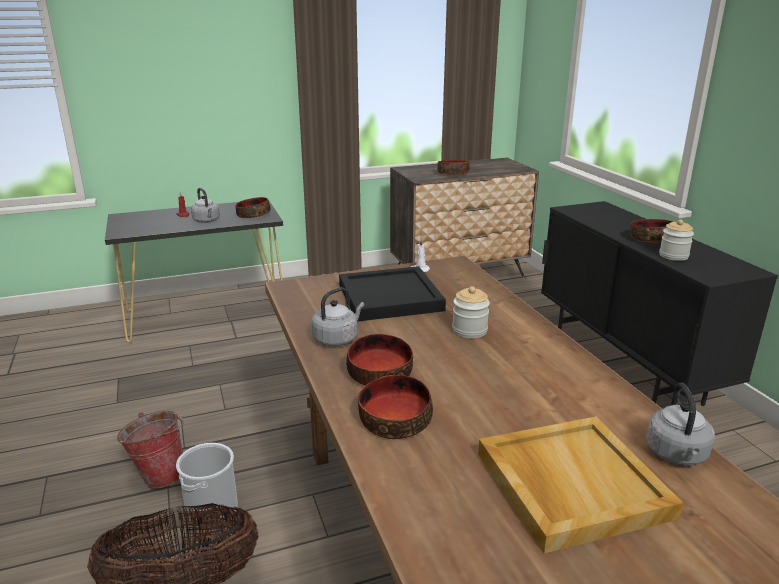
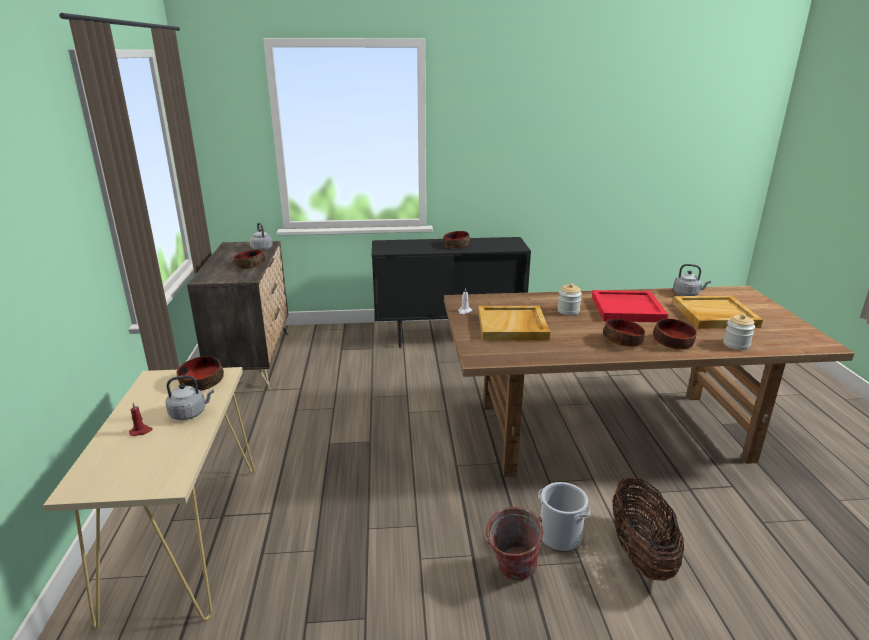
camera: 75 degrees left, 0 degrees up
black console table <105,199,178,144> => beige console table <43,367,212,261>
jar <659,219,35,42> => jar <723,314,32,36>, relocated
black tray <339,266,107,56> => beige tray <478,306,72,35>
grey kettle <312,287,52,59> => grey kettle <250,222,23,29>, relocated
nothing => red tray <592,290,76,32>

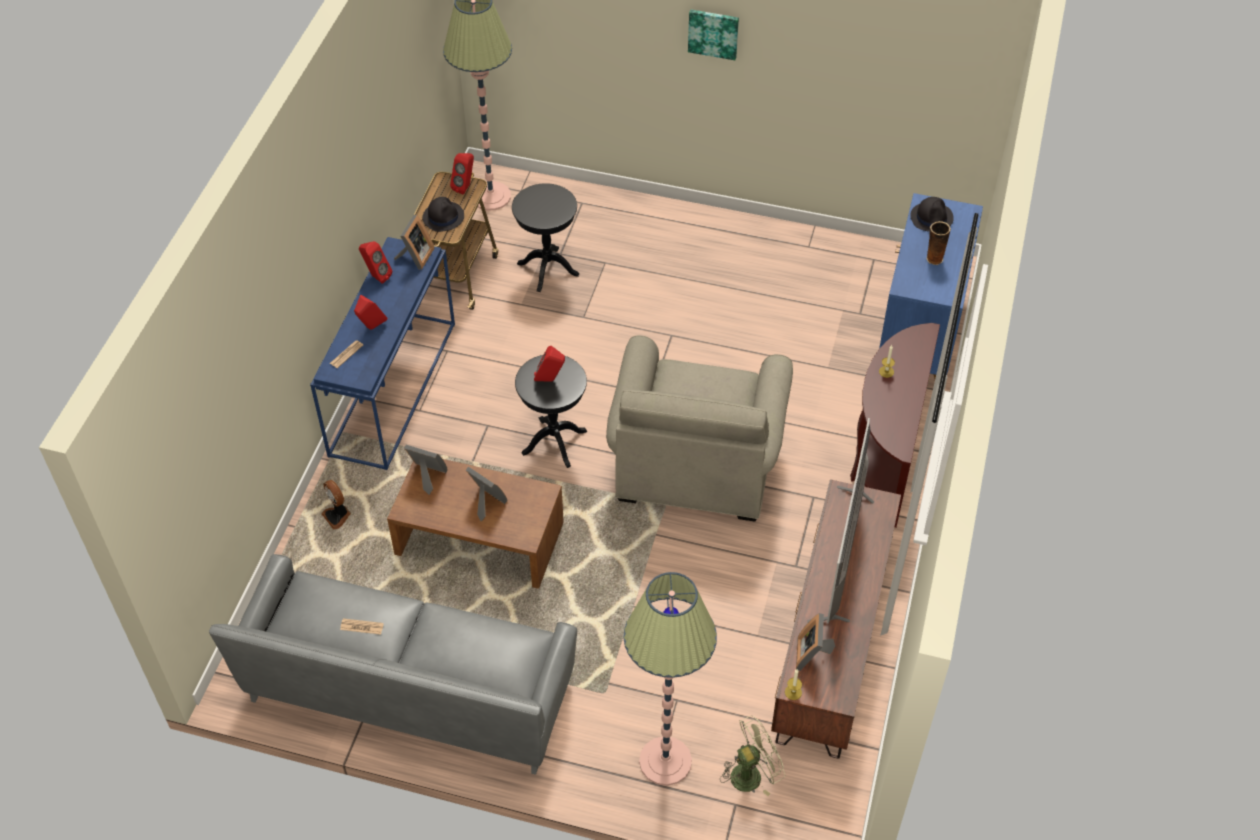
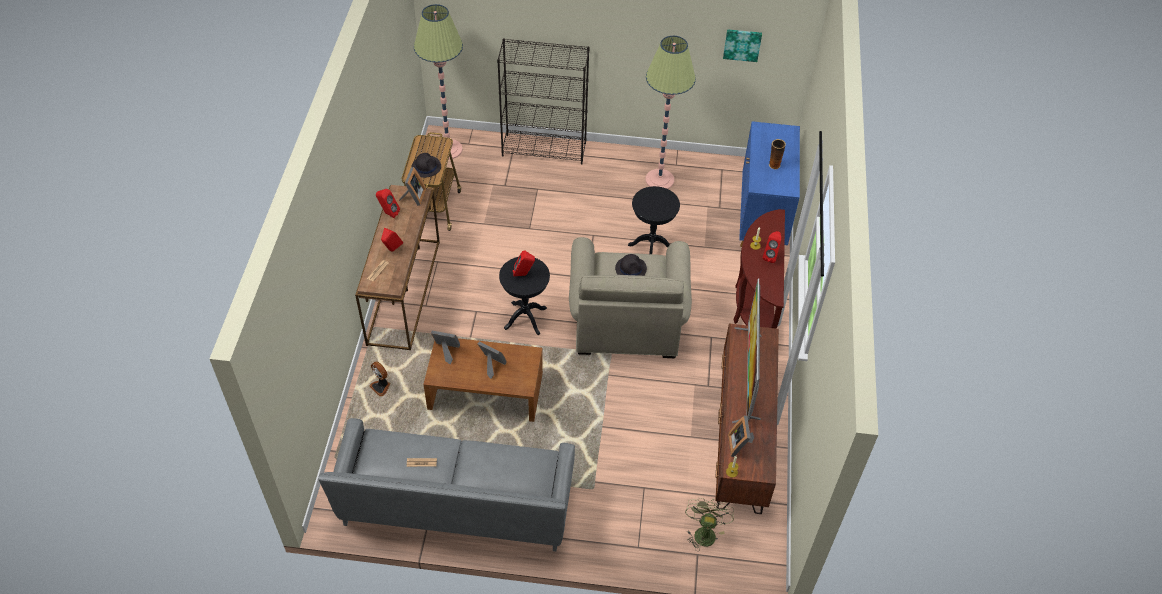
camera: 10 degrees left, 0 degrees up
picture <688,9,51,51> => picture <723,29,39,33>, relocated
red speaker <450,153,24,41> => red speaker <763,231,18,32>, relocated
black side table <512,183,67,109> => black side table <628,186,52,68>, relocated
black hat <910,197,44,35> => black hat <615,254,32,22>, relocated
blue console table <310,237,145,233> => brown console table <355,185,85,165>
floor lamp <624,572,93,214> => floor lamp <646,36,50,153>, relocated
green fan <720,716,65,80> => green fan <685,498,49,53>, 45 degrees counterclockwise
nothing => black bookcase <497,38,93,127>

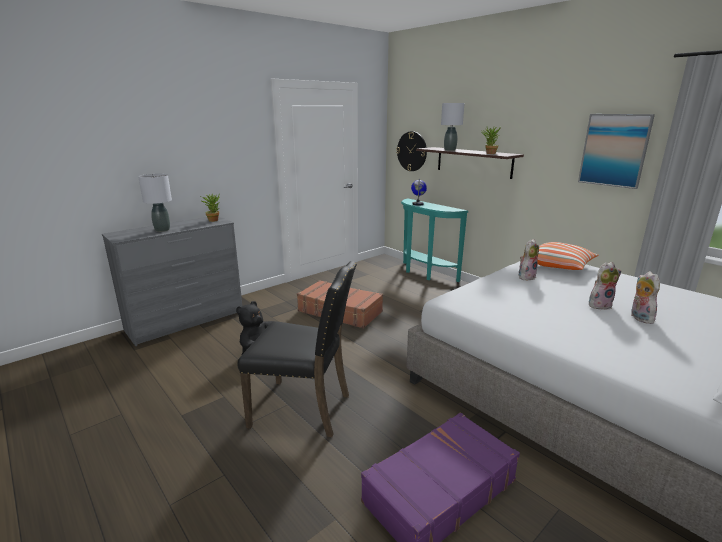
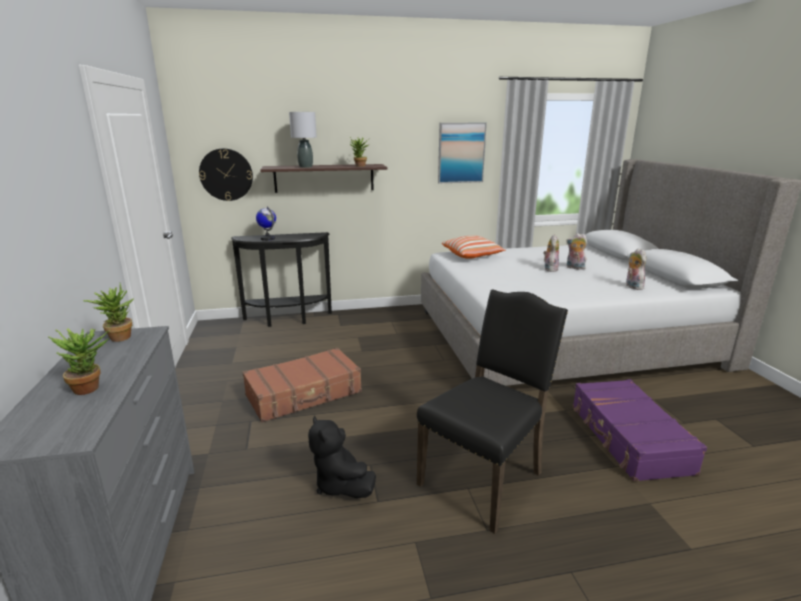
camera: 60 degrees left, 0 degrees up
grey table lamp <138,174,34,58> => potted plant <49,329,61,66>
turquoise console table <401,198,67,84> => black console table <231,232,101,95>
plush toy <519,239,20,42> => plush toy <626,248,20,42>, relocated

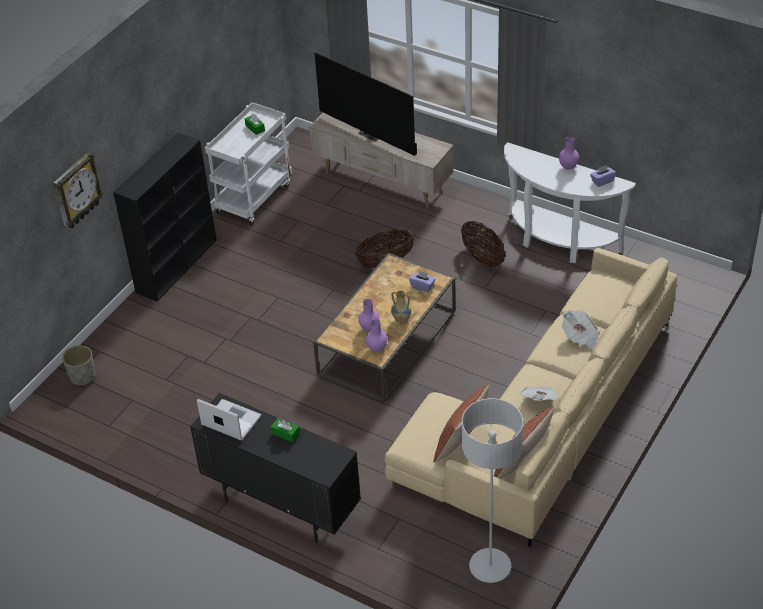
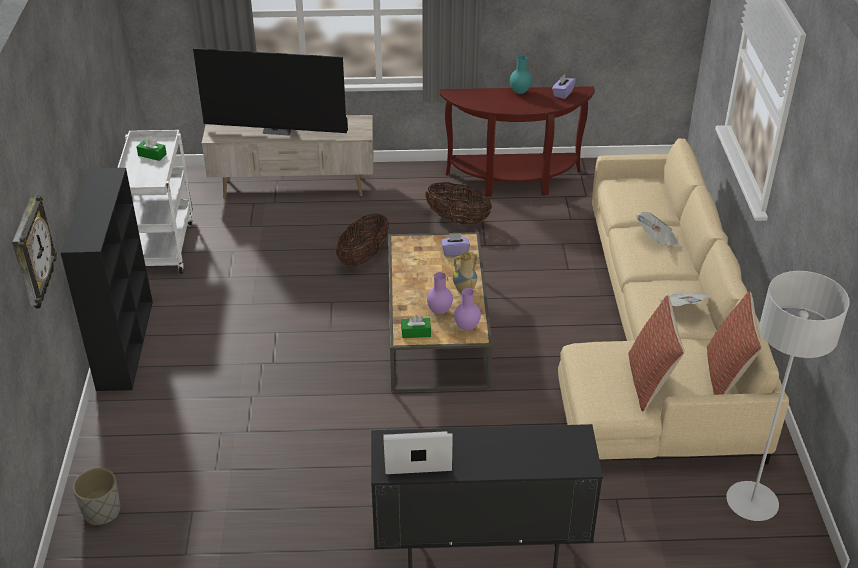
camera: 35 degrees left, 5 degrees down
purple vase <559,137,20,33> => turquoise vase <510,55,22,39>
white console table <504,142,132,121> => brown console table <440,86,155,111>
green tissue box <271,418,29,24> => green tissue box <401,315,30,23>, relocated

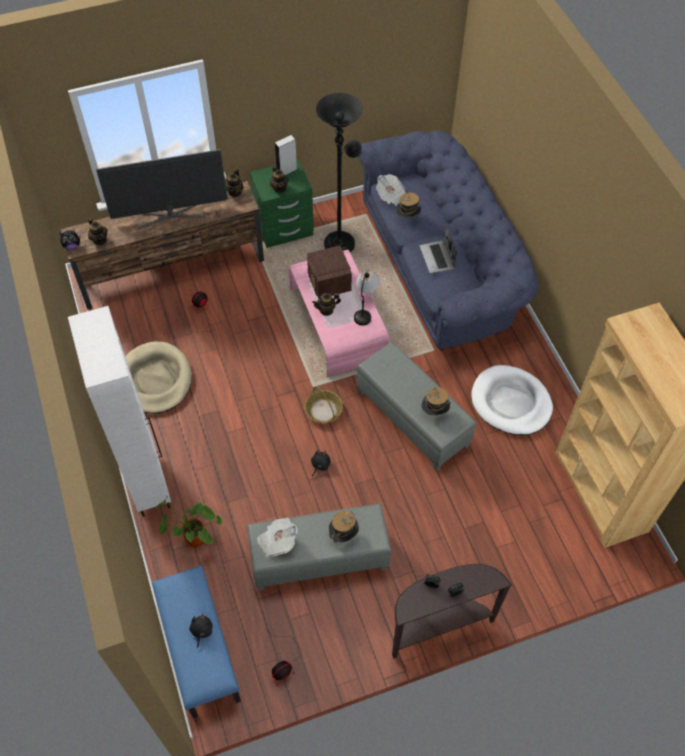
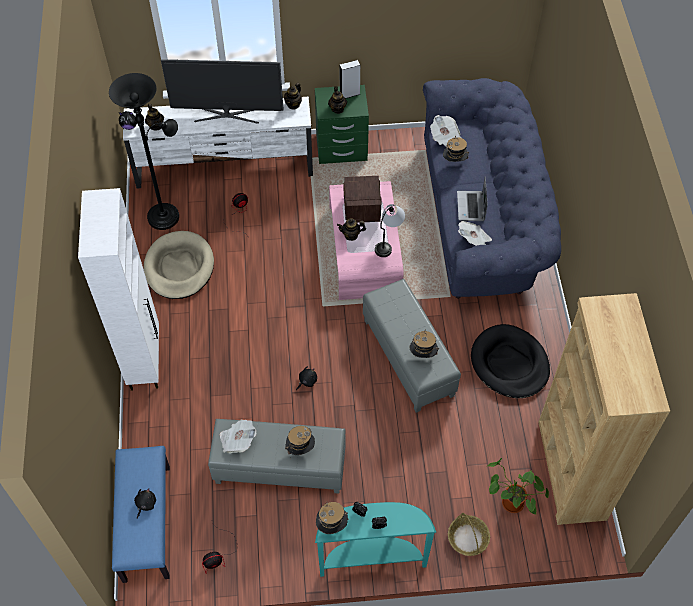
camera: 15 degrees right, 0 degrees up
black floor lamp <316,93,47,160> => black floor lamp <109,73,70,157>, relocated
brown tv stand <61,181,203,128> => white tv stand <123,97,190,92>
white dog bed <471,365,82,70> => black dog bed <471,324,79,74>
basket <305,386,38,37> => basket <448,513,42,43>, relocated
potted plant <155,497,68,51> => potted plant <486,458,63,56>, relocated
brown console table <392,564,121,95> => turquoise console table <315,502,121,75>
nothing => newspaper <458,221,34,25>
nothing => hat <316,501,32,33>

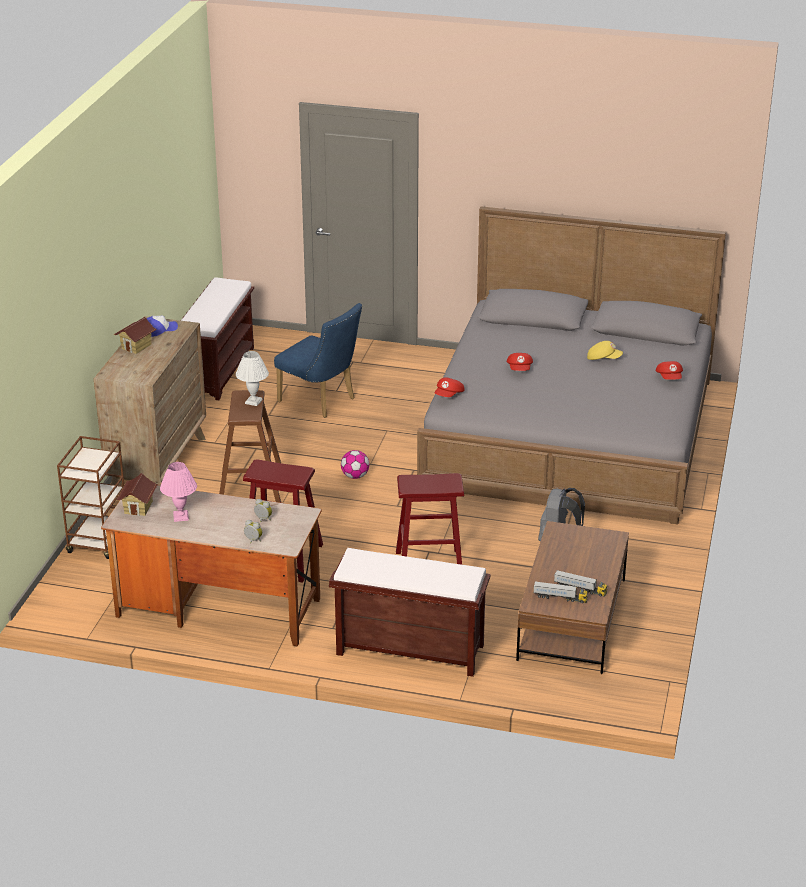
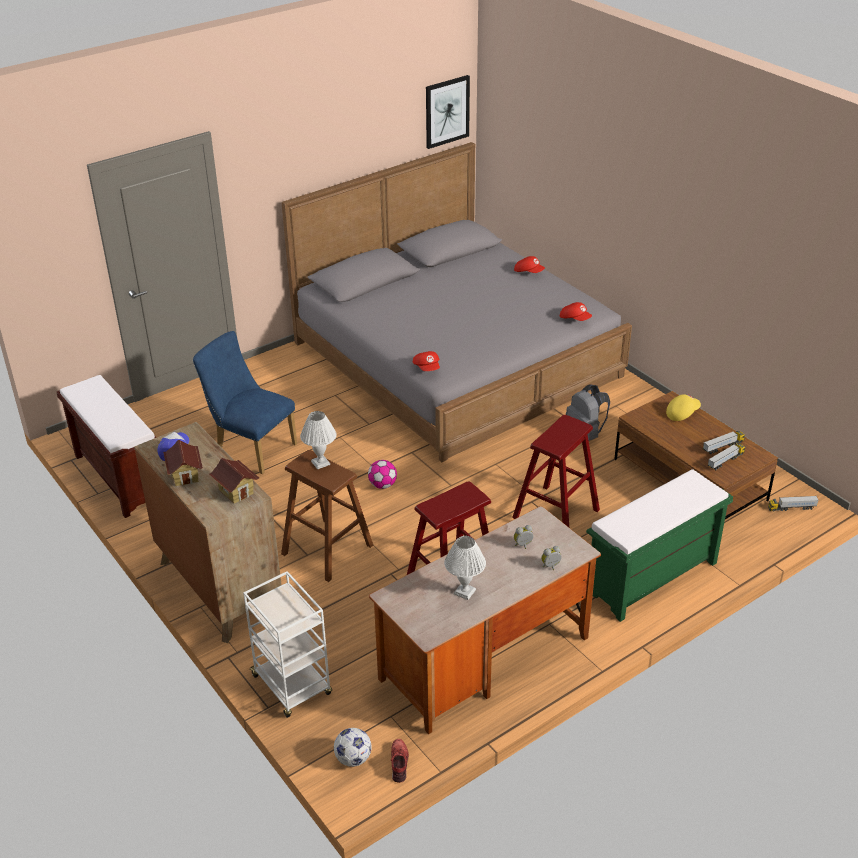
camera: 50 degrees left, 5 degrees up
blue chair <274,303,88,115> => blue chair <193,331,104,143>, 135 degrees counterclockwise
yellow cap <587,341,36,19> => yellow cap <666,394,35,27>, relocated
red cap <507,353,26,18> => red cap <560,302,32,19>, relocated
brown cart <57,436,67,123> => white cart <243,571,89,147>
pink table lamp <160,462,37,60> => white table lamp <444,536,42,64>
toy house <116,473,42,43> => toy house <209,458,50,45>, relocated
brown bench <329,548,162,129> => green bench <586,469,147,153>
nothing => picture <426,75,44,74>
nothing => toy truck <768,496,51,15>
nothing => football <334,728,38,39>
nothing => red shoe <391,739,18,44>

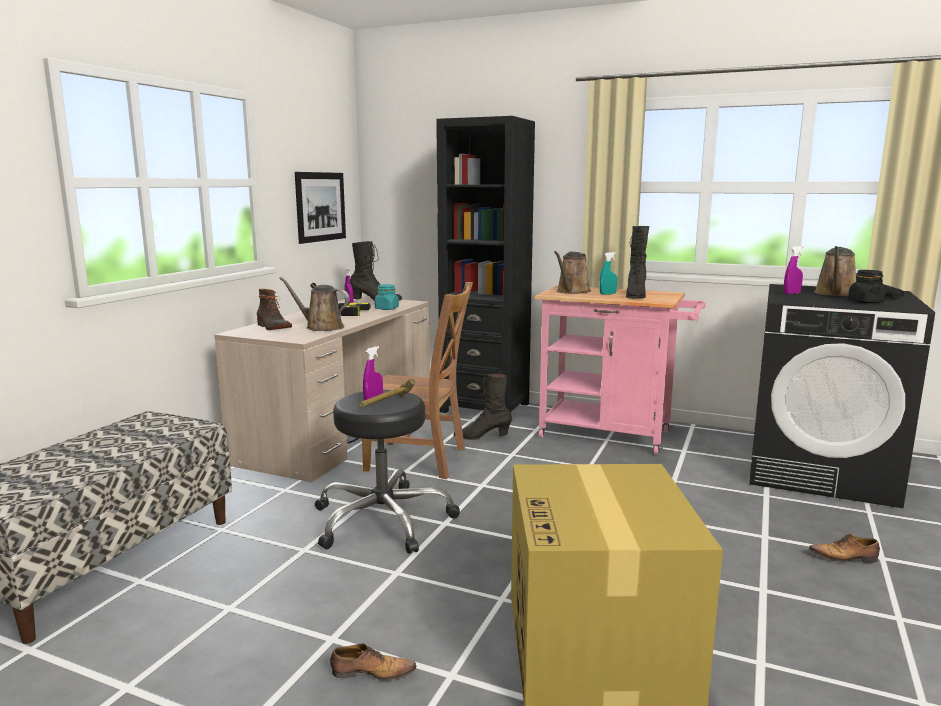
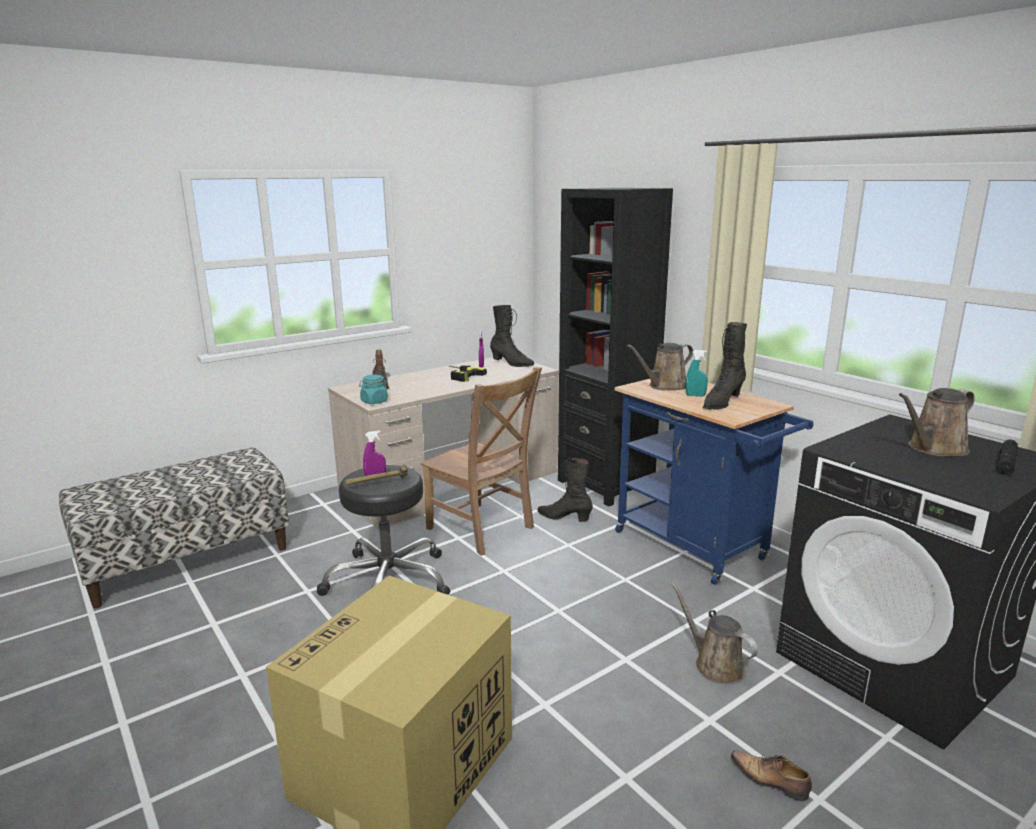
camera: 30 degrees right, 5 degrees up
picture <295,172,51,72> => nothing
purple spray bottle <784,246,20,48> => nothing
black jar <848,270,38,33> => nothing
brown watering can <279,277,71,54> => brown watering can <671,583,87,101>, relocated
turquoise jar <375,284,24,26> => turquoise jar <359,375,29,29>, relocated
pink cart <535,285,171,170> => blue cart <615,377,198,208>
shoe <330,643,86,38> => nothing

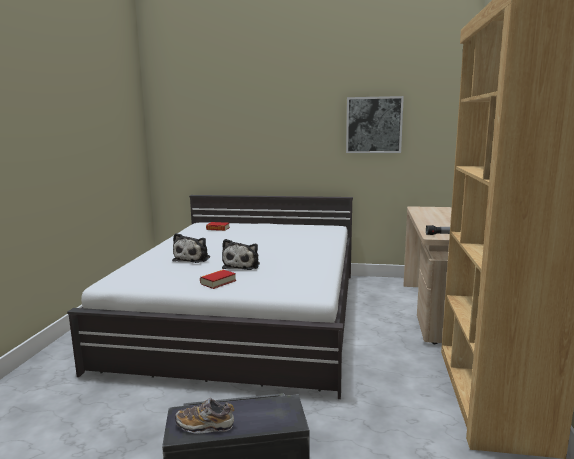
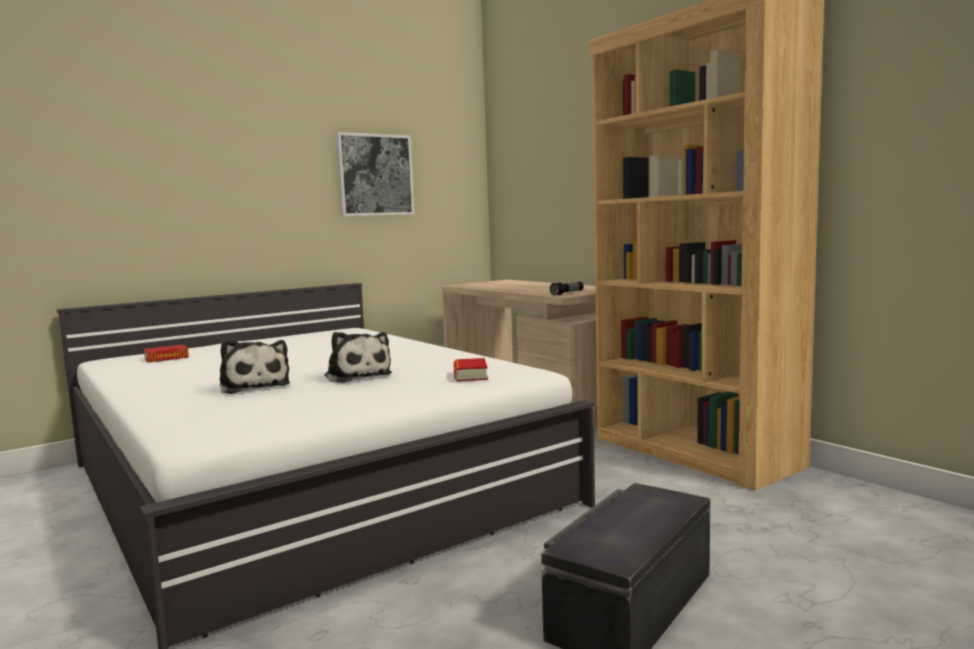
camera: 45 degrees left, 5 degrees down
book <200,270,36,19> => book <453,358,35,23>, relocated
shoe <175,398,60,36> => nothing

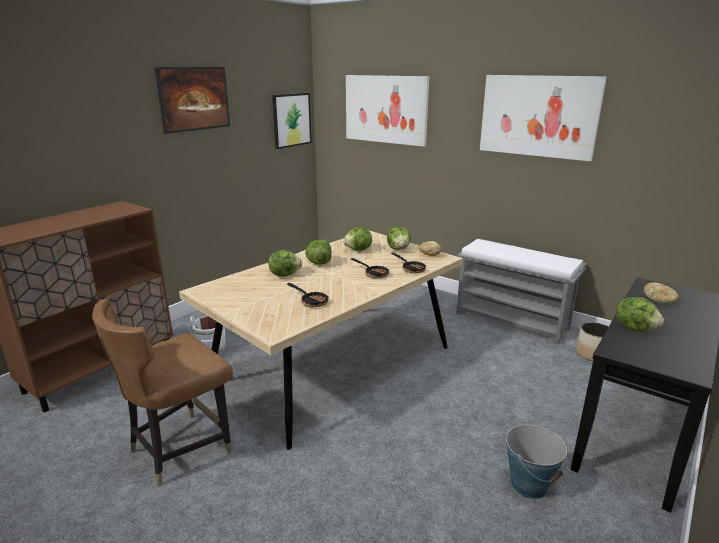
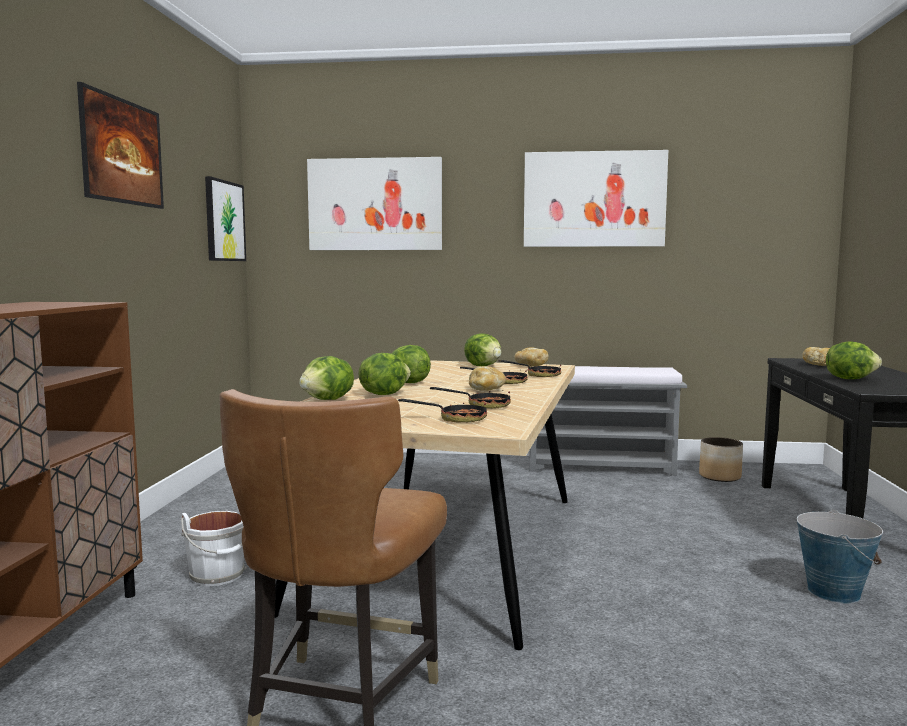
camera: 30 degrees left, 15 degrees down
lettuce <343,227,29,24> => lettuce <299,356,55,44>, relocated
nothing => bread <469,366,37,25>
nothing => frying pan <398,399,89,23>

